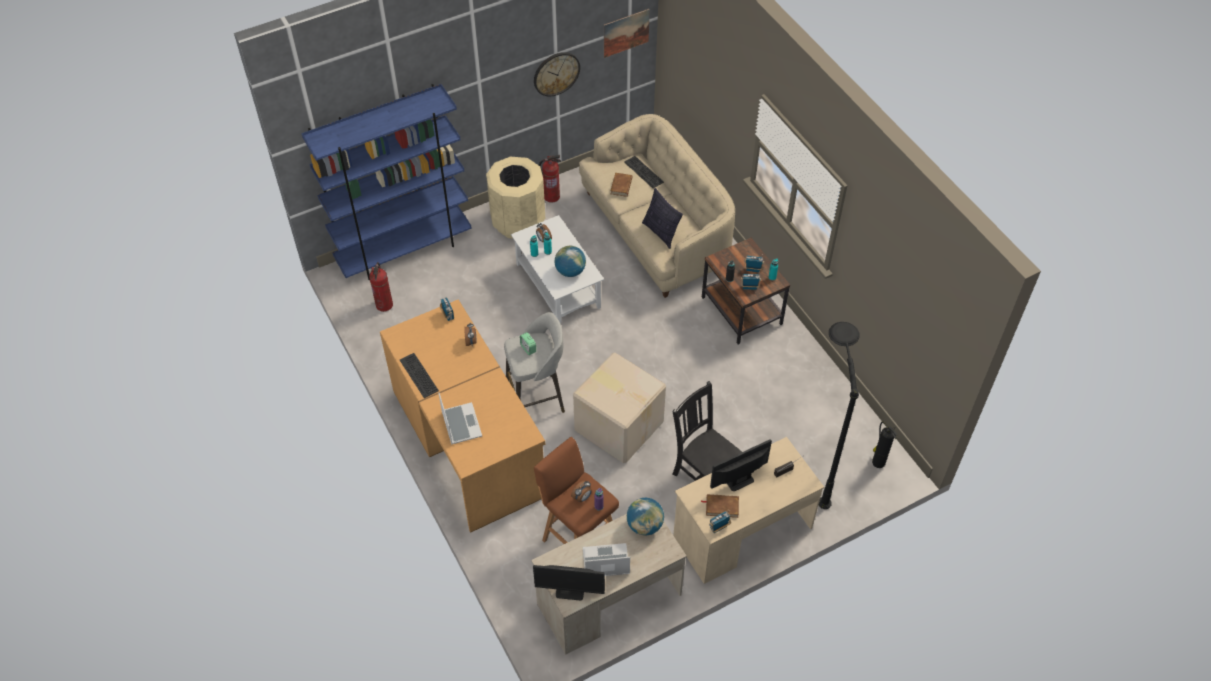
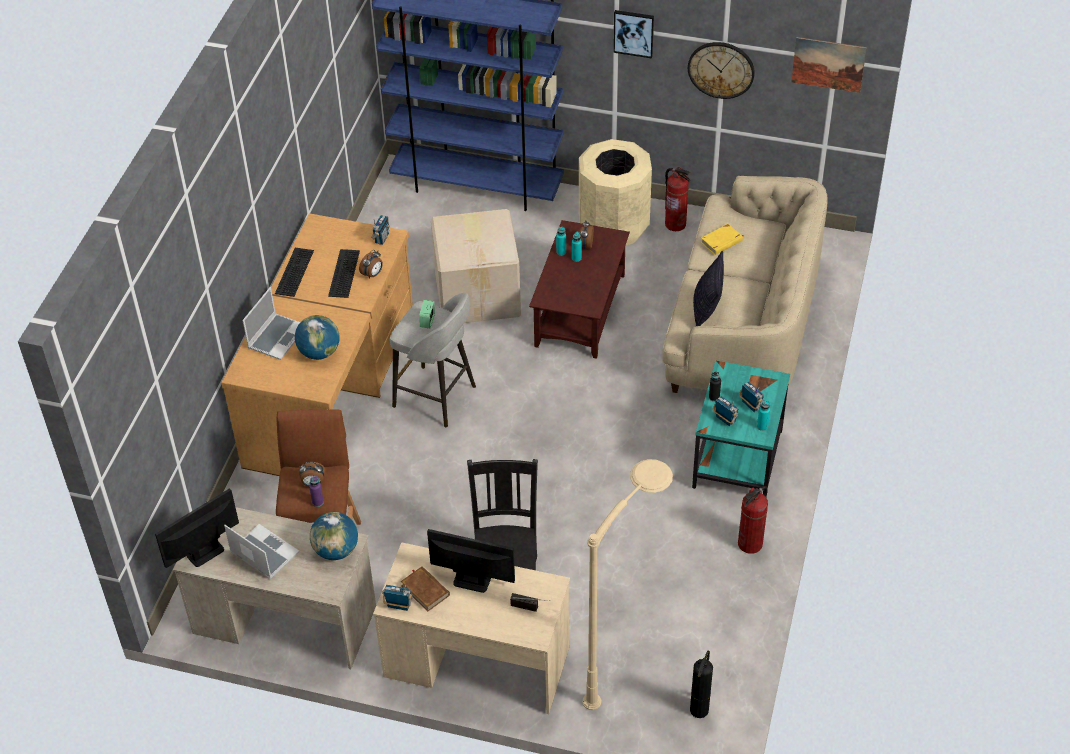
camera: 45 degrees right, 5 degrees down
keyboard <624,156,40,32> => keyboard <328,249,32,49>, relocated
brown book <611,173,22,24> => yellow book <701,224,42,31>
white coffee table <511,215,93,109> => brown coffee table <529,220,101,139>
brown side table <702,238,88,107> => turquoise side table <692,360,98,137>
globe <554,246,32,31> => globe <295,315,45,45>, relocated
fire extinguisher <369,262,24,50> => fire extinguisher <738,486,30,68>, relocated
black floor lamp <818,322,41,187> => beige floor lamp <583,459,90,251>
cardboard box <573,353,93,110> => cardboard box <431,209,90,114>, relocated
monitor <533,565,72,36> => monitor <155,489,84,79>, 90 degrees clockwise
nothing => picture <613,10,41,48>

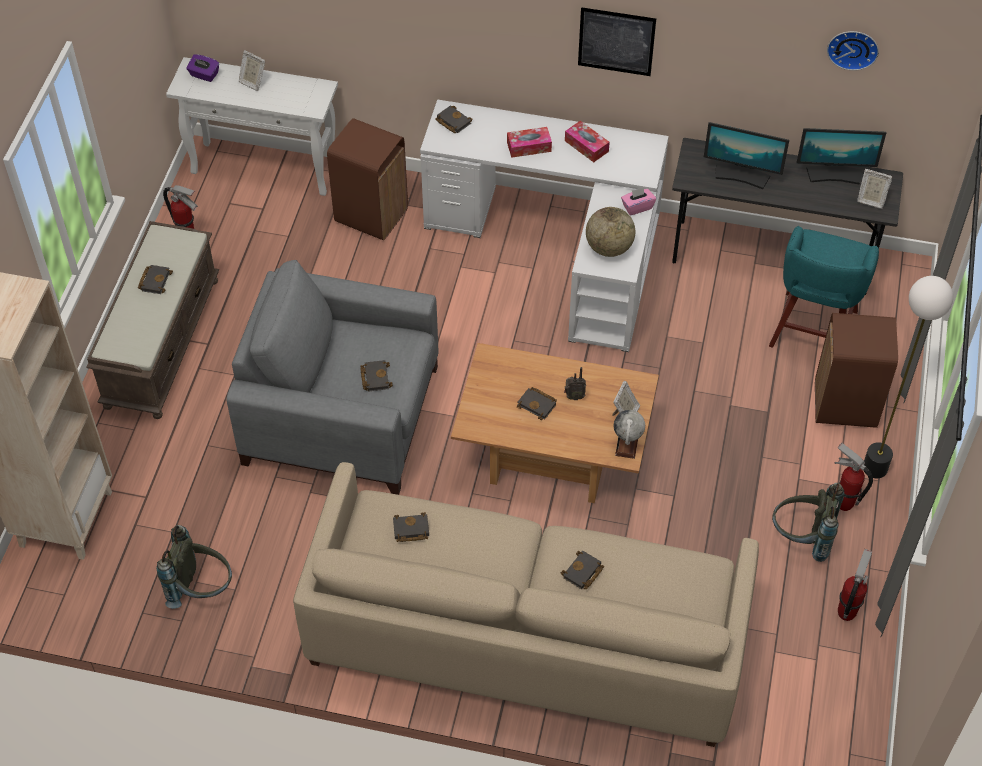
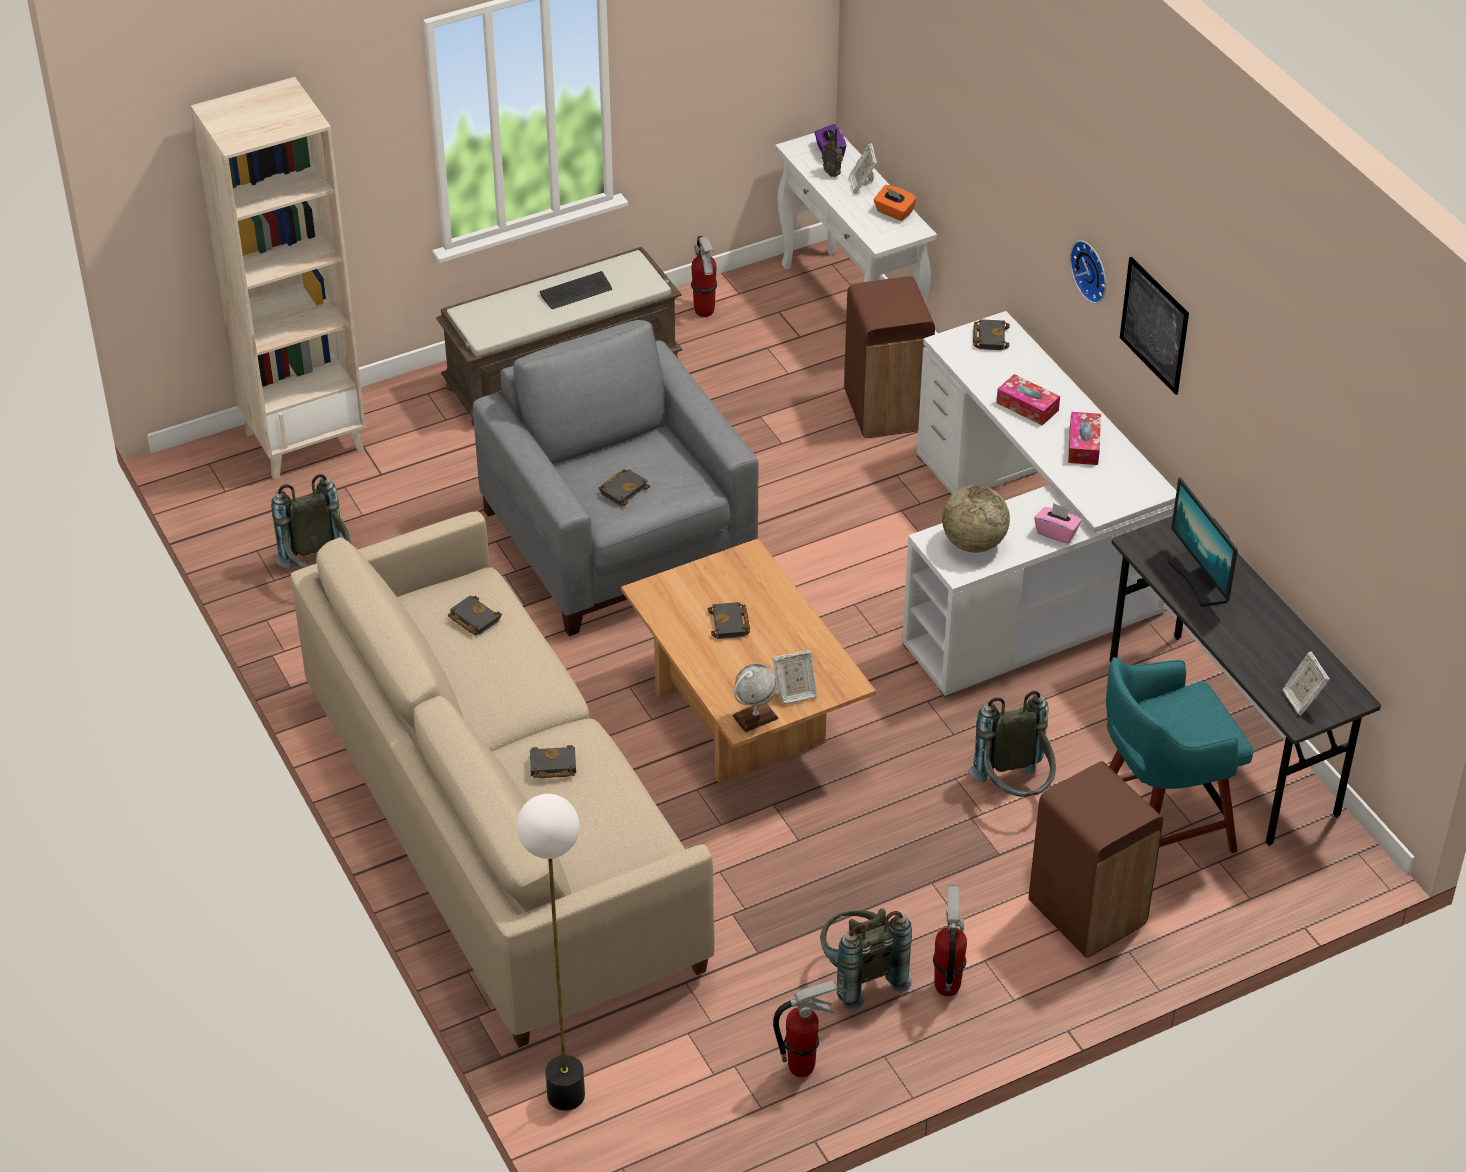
camera: 50 degrees right, 10 degrees down
wall clock <827,31,52,40> => wall clock <1070,240,36,64>, relocated
monitor <796,128,90,57> => nothing
black book <138,265,35,29> => keyboard <539,271,73,38>
floor lamp <864,276,89,202> => floor lamp <517,794,68,317>, relocated
radio <564,367,22,33> => radio <822,128,21,49>, relocated
nothing => orange tissue box <874,185,43,36>
nothing => grey backpack <969,691,87,106>

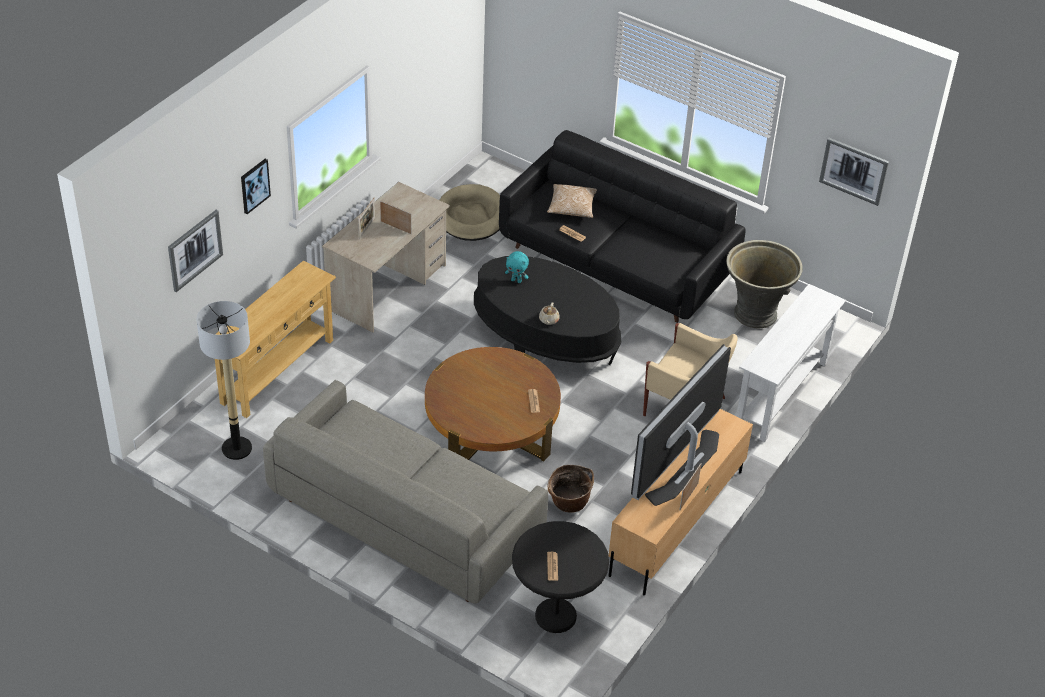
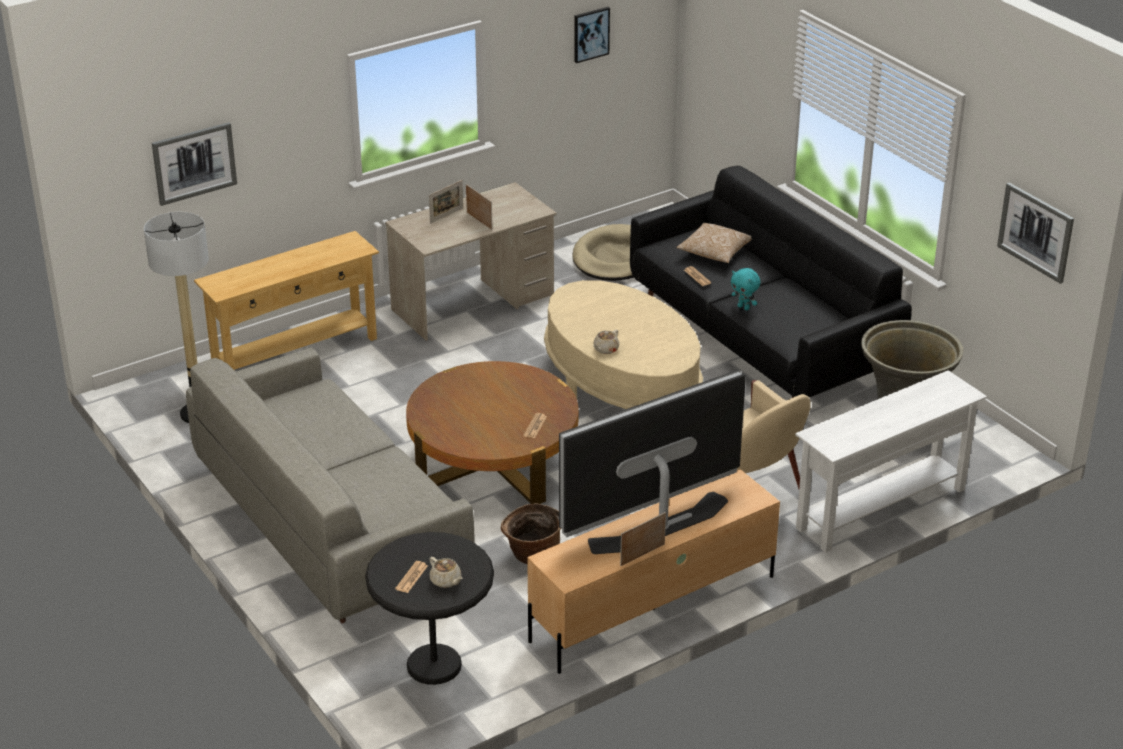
camera: 25 degrees right, 10 degrees down
picture <241,159,30,55> => picture <574,7,36,56>, relocated
turquoise plush toy <505,251,24,32> => turquoise plush toy <731,268,30,42>, relocated
black coffee table <474,256,147,109> => beige coffee table <544,280,159,129>
nothing => beige teapot <430,557,33,31>

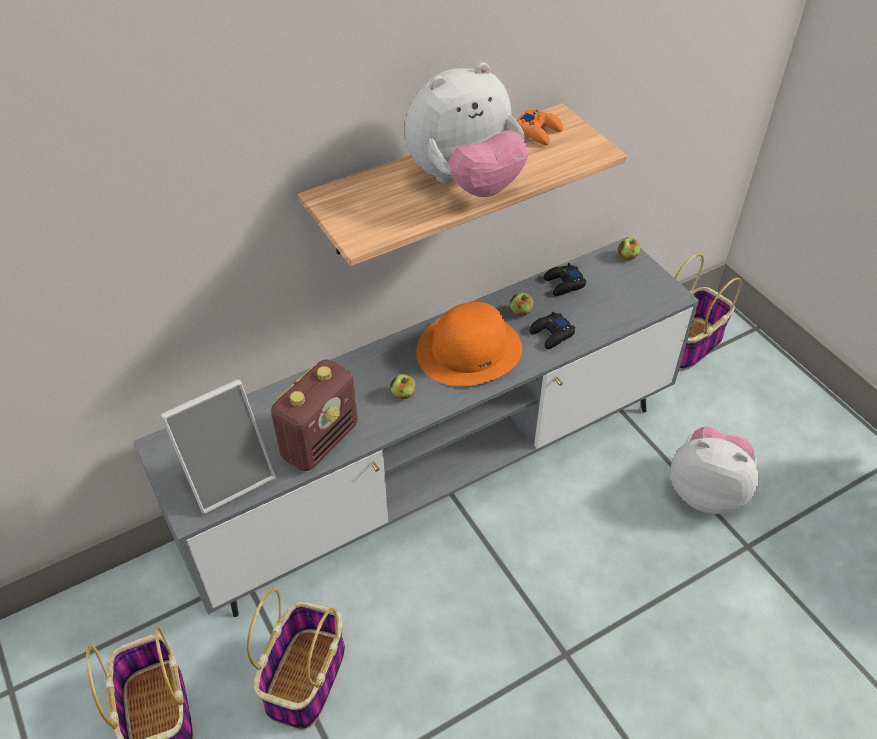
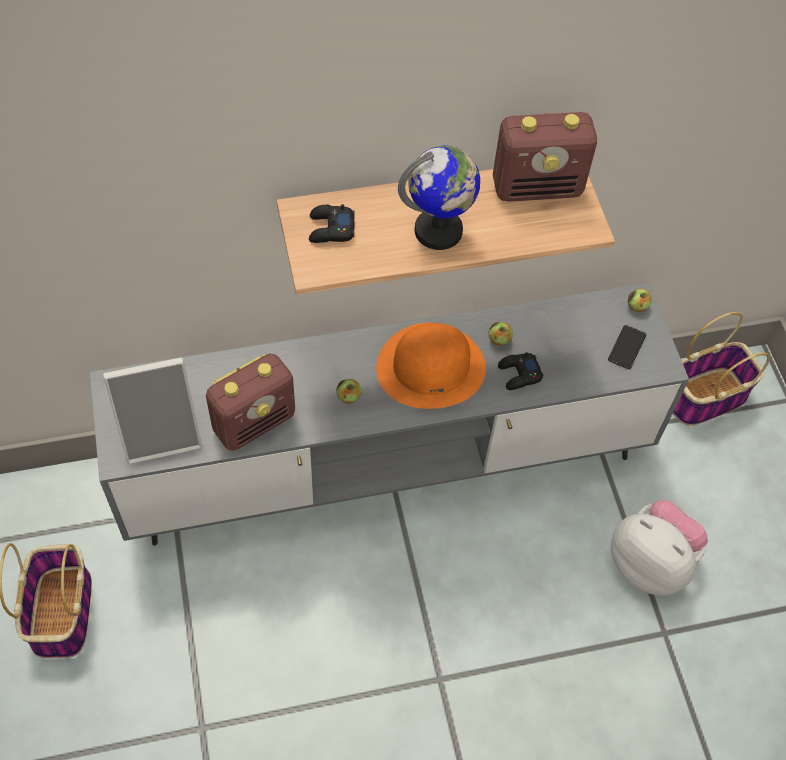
camera: 15 degrees right, 10 degrees up
plush toy <405,62,123,135> => globe <398,146,82,104>
orange game controller <517,110,46,35> => radio <493,112,104,90>
black game controller <544,263,42,33> => black game controller <309,204,46,39>, relocated
basket <247,588,98,142> => nothing
nothing => phone <608,325,38,44>

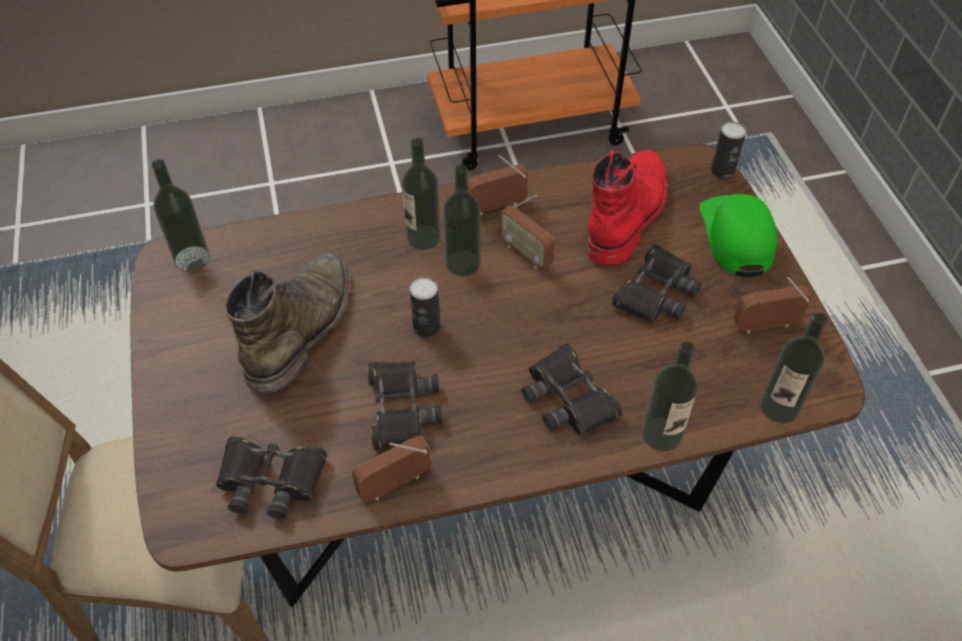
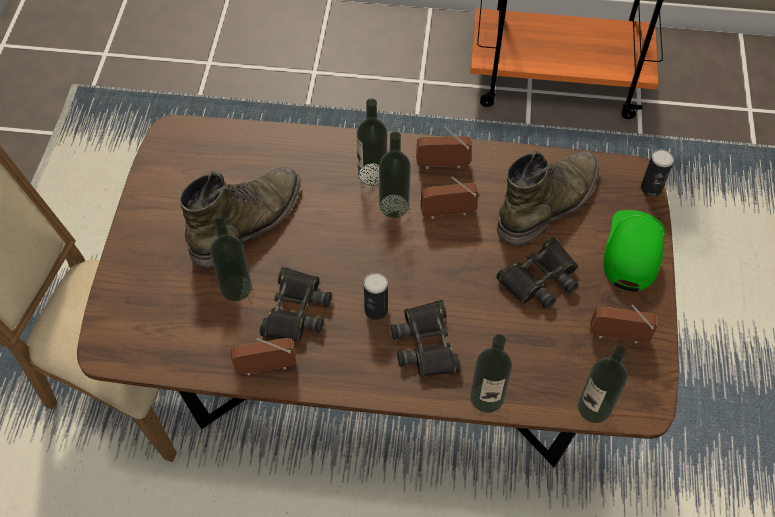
camera: 20 degrees right, 5 degrees up
red boot <587,150,81,115> => green boot <497,150,102,95>
bottle <151,159,59,113> => bottle <210,217,42,84>, relocated
radio <499,194,56,76> => radio <421,177,58,42>, 105 degrees clockwise
can <410,277,30,60> => can <364,273,24,47>, relocated
black binoculars <216,436,111,83> => nothing

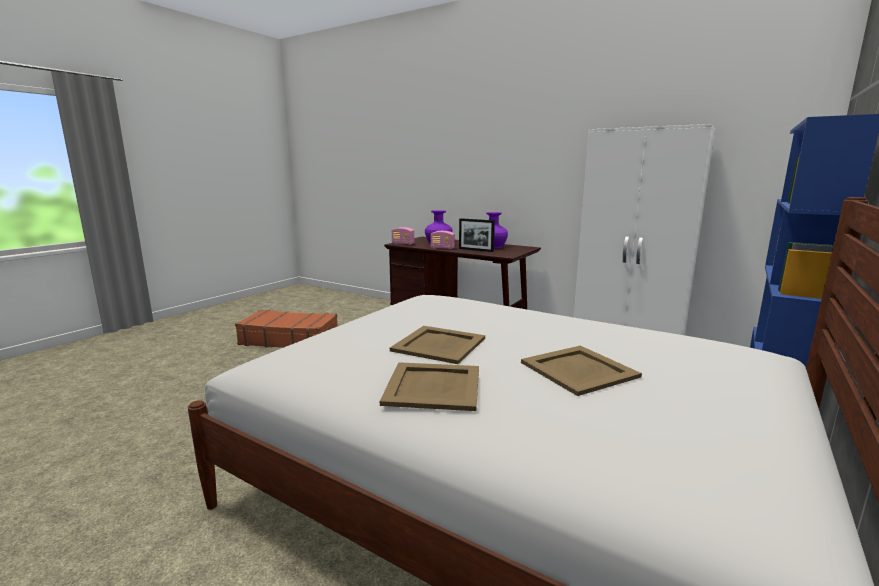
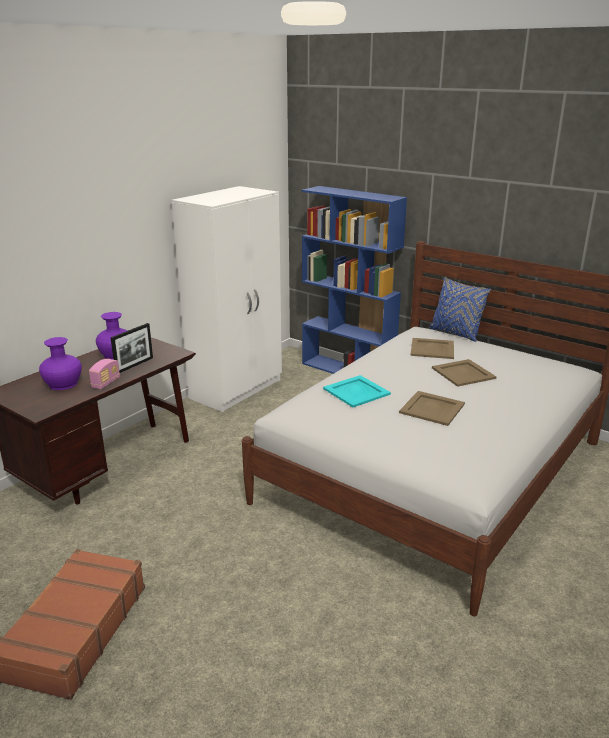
camera: 85 degrees left, 10 degrees up
radio <392,227,23,18> => nothing
beige tray <380,362,99,49> => beige tray <410,338,44,21>, relocated
nothing => blue pillow <429,277,62,65>
nothing => turquoise tray <323,375,68,32>

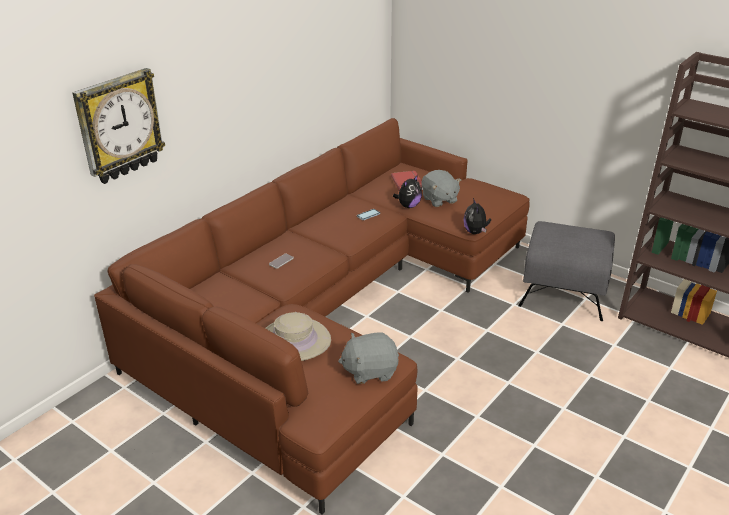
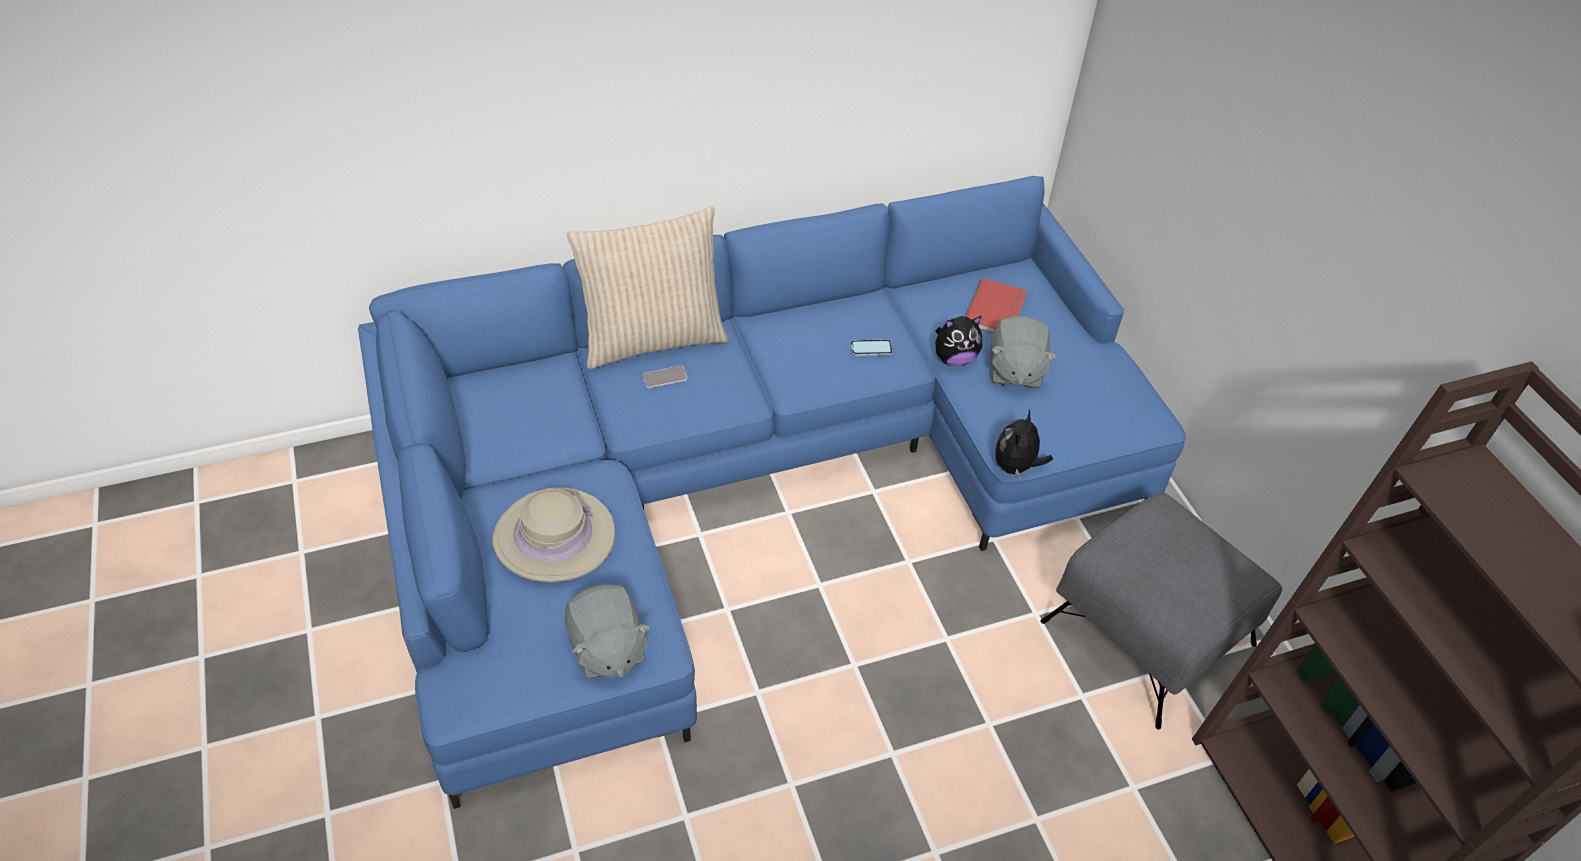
camera: 30 degrees right, 15 degrees up
wall clock <72,68,93,116> => nothing
brown sofa <94,118,436,397> => blue sofa <358,176,828,633>
grey plush toy <338,333,61,51> => grey plush toy <564,584,87,95>, 135 degrees counterclockwise
nothing => beige pillow <567,206,161,163>

